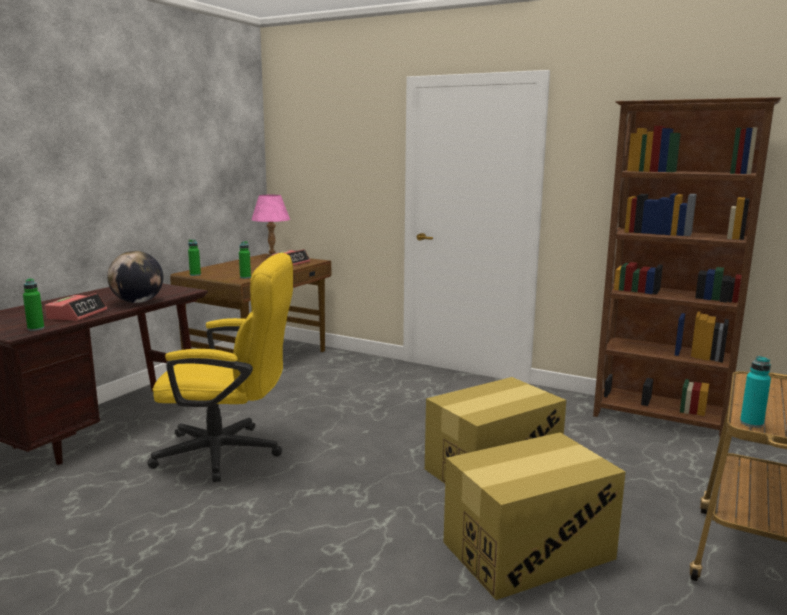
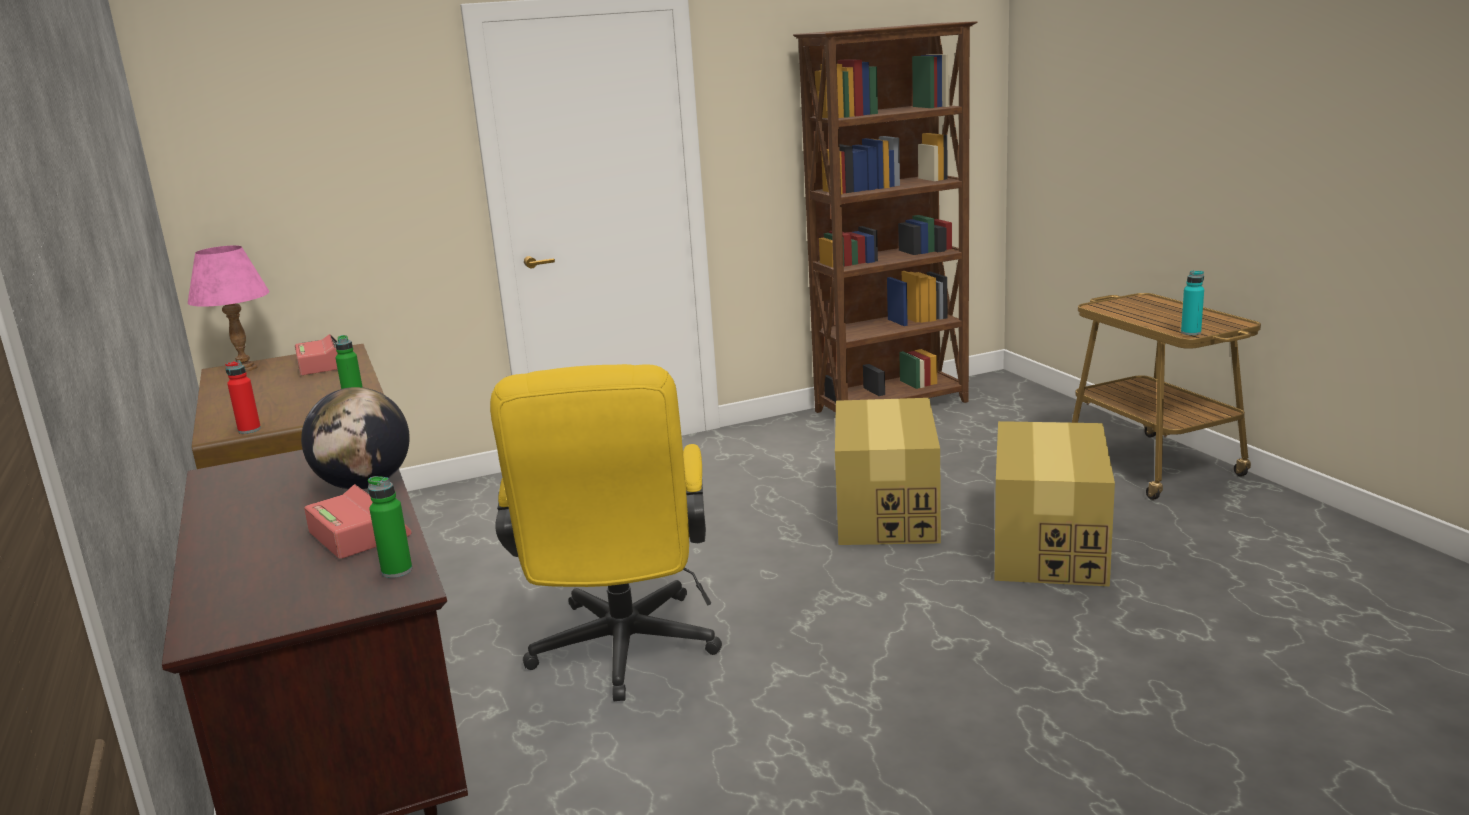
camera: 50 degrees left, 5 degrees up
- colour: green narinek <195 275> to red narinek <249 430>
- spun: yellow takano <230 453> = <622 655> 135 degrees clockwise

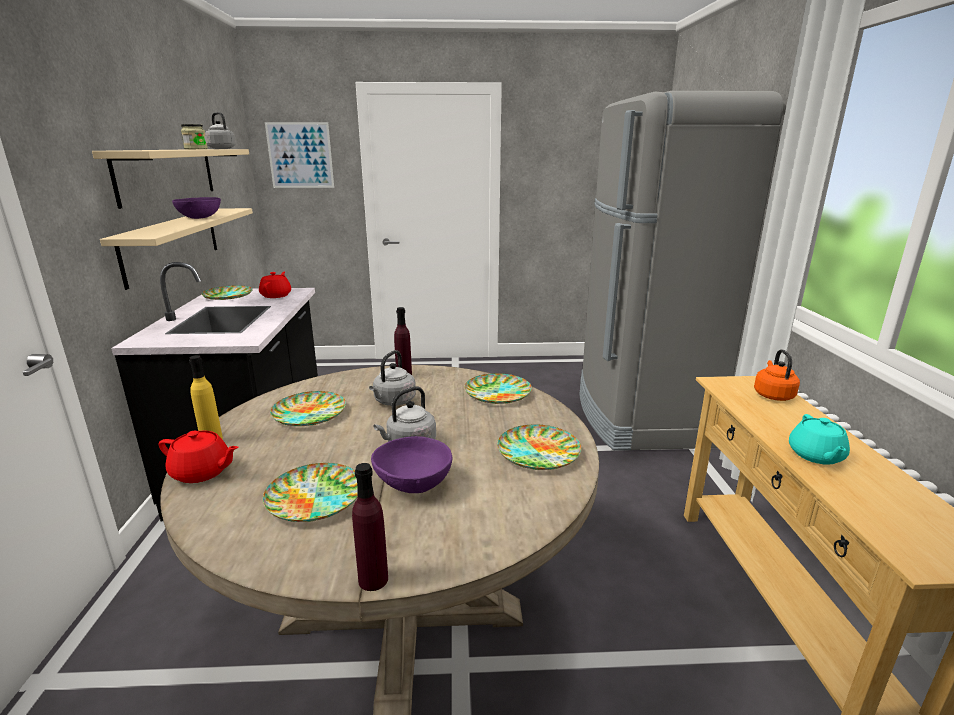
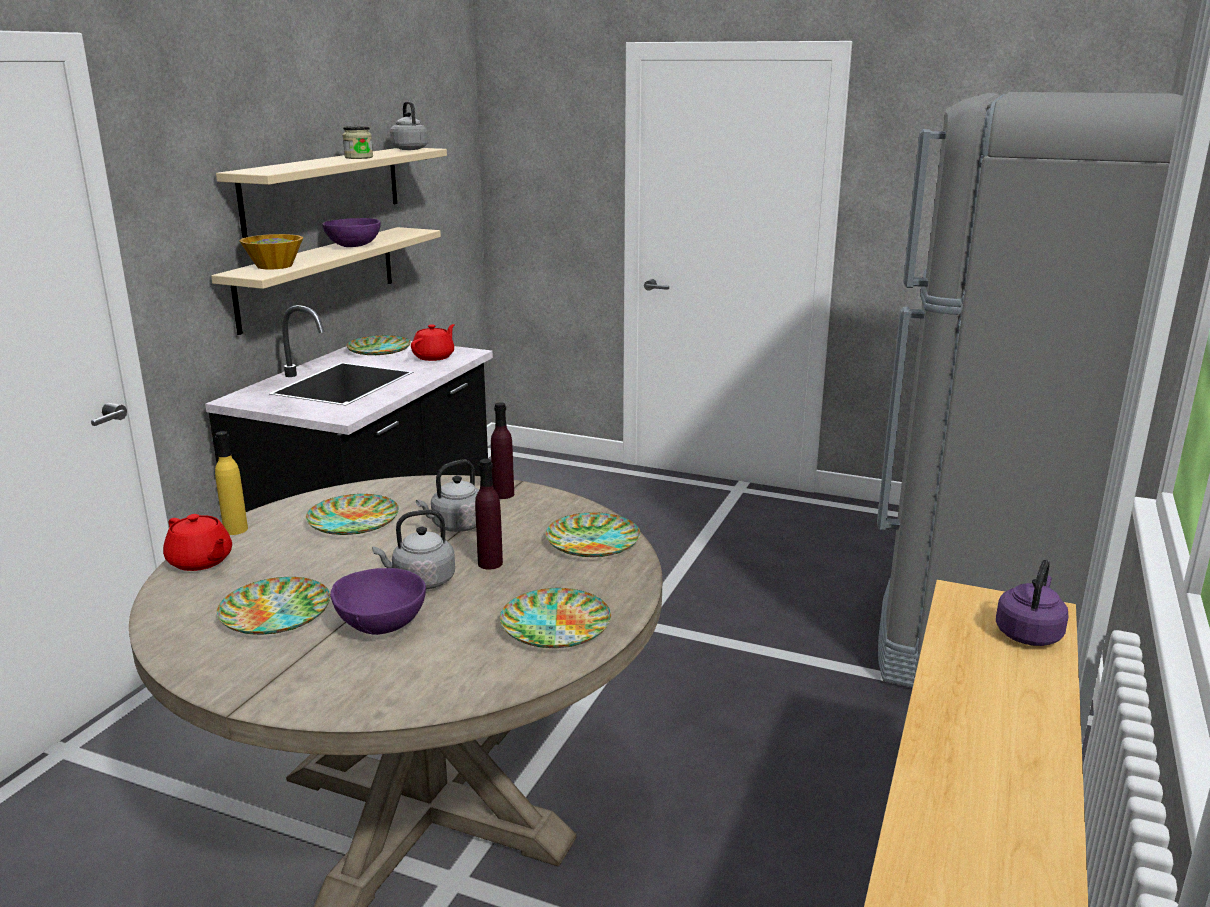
camera: 25 degrees right, 0 degrees up
- missing: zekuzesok <300 155>
- colour: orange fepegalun <772 395> to purple fepegalun <1029 633>
- missing: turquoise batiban <815 456>
- relocated: purple narinek <373 579> to <490 563>
- appeared: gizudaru <275 266>

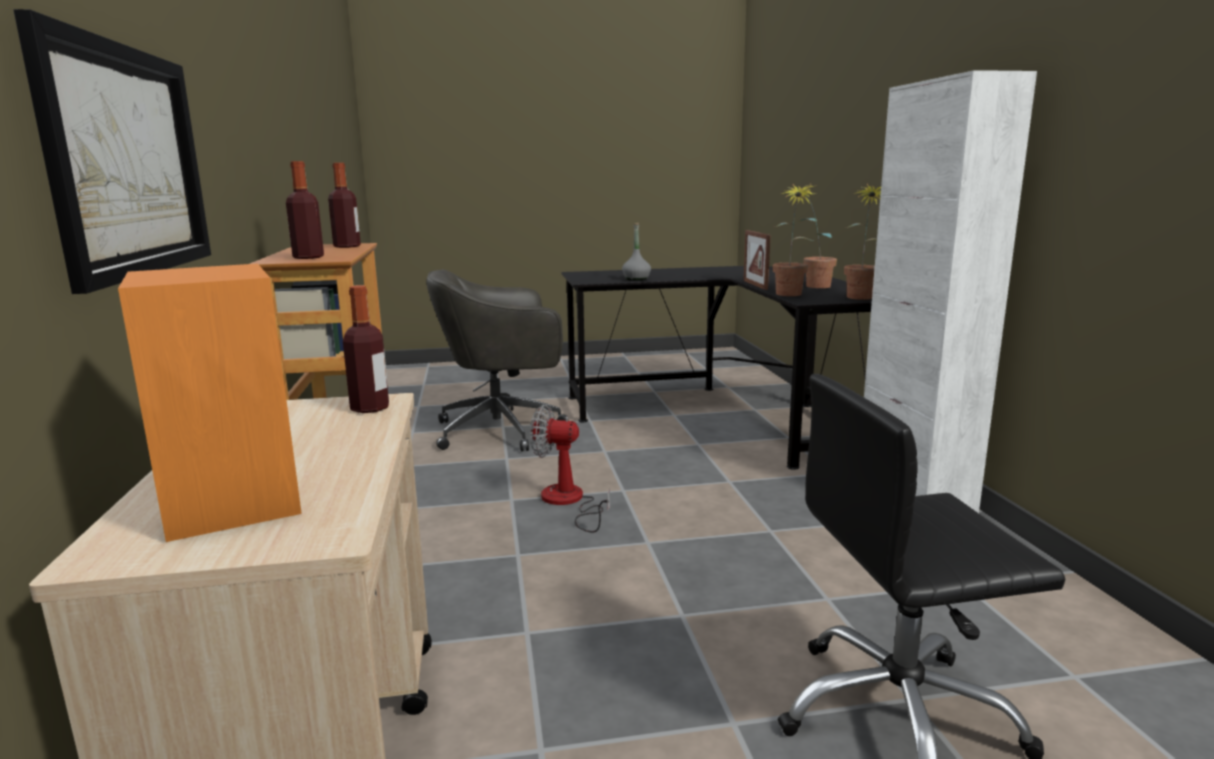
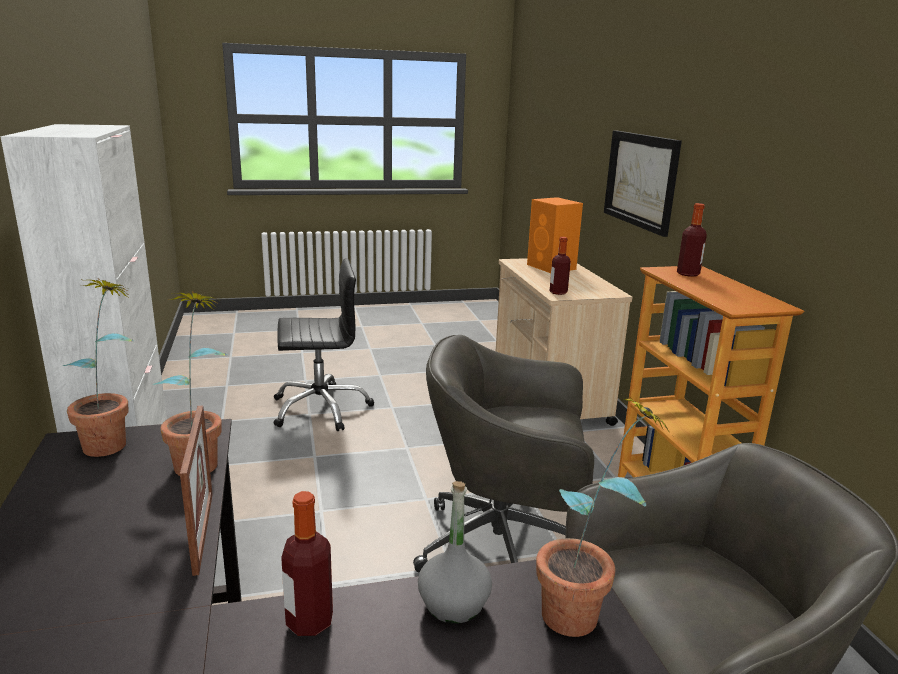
camera: 175 degrees right, 5 degrees up
- relocated: narinek <347 246> to <309 621>
- relocated: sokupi <811 286> to <585 611>
- exchanged: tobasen <568 502> to grey takano <504 546>

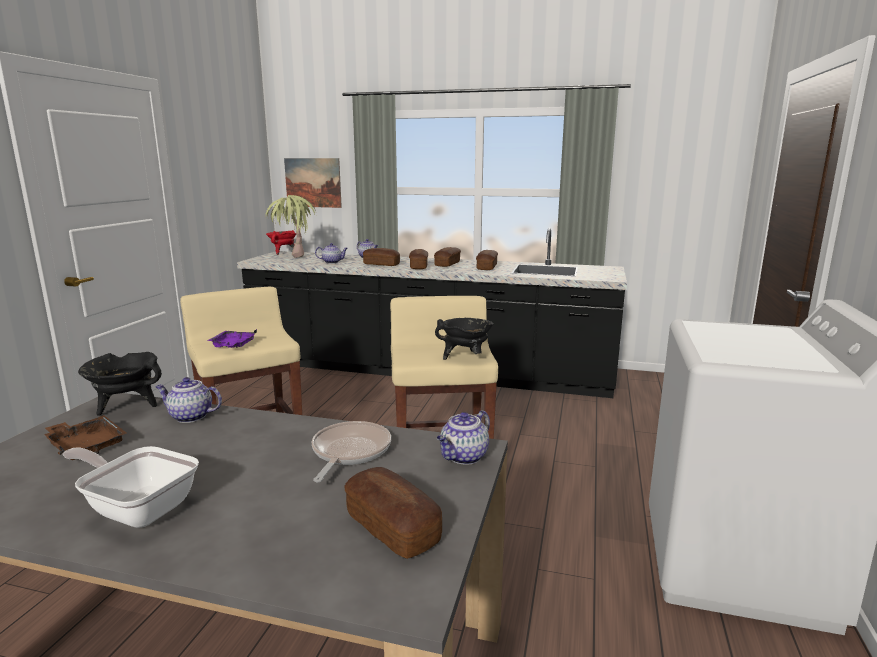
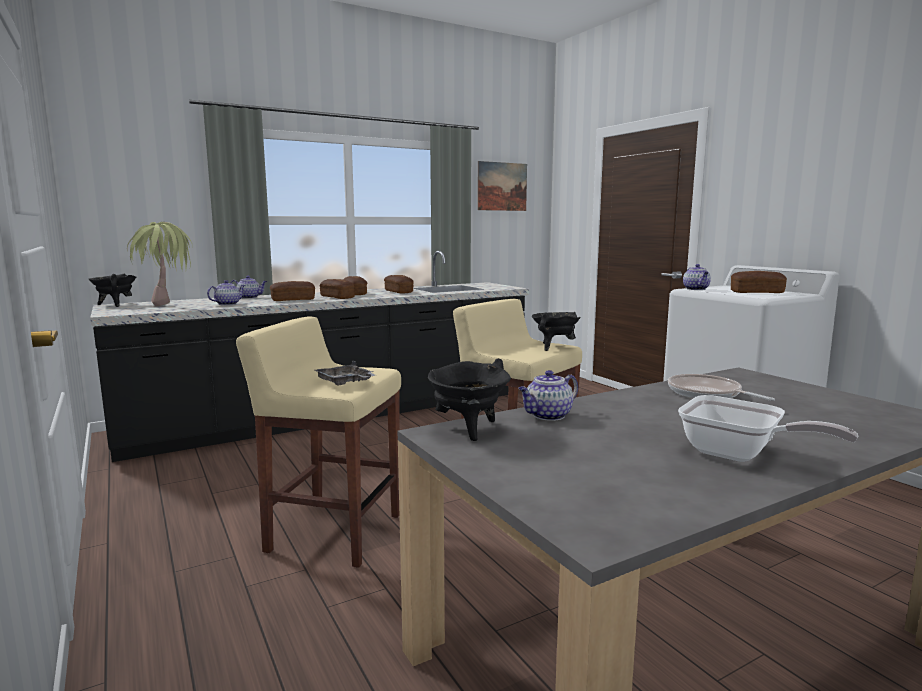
camera: 45 degrees left, 5 degrees down
- relocated: zekuzesok <313 182> to <502 186>
- colour: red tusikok <282 253> to black tusikok <115 305>
- colour: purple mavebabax <232 346> to grey mavebabax <345 382>
- relocated: batiban <464 457> to <696 289>
- missing: brown mavebabax <86 446>
- spun: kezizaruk <138 508> = <739 455> 120 degrees counterclockwise
- relocated: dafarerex <392 528> to <756 292>

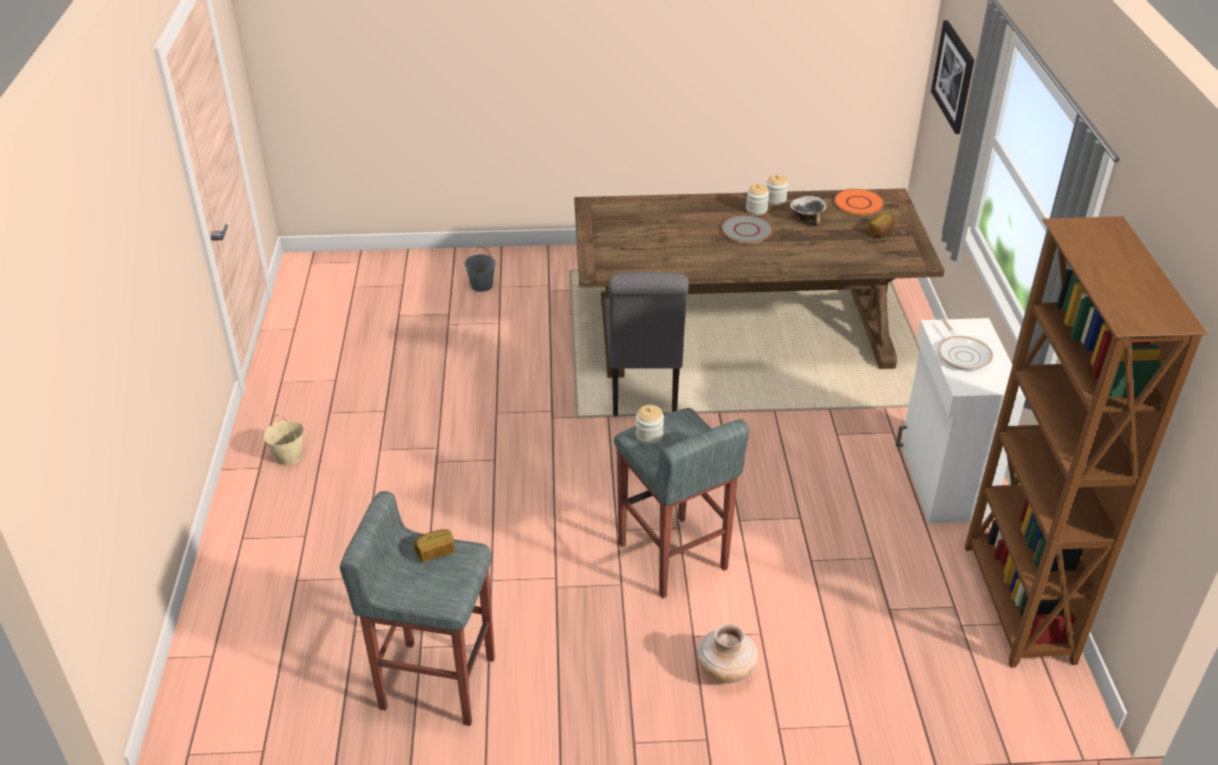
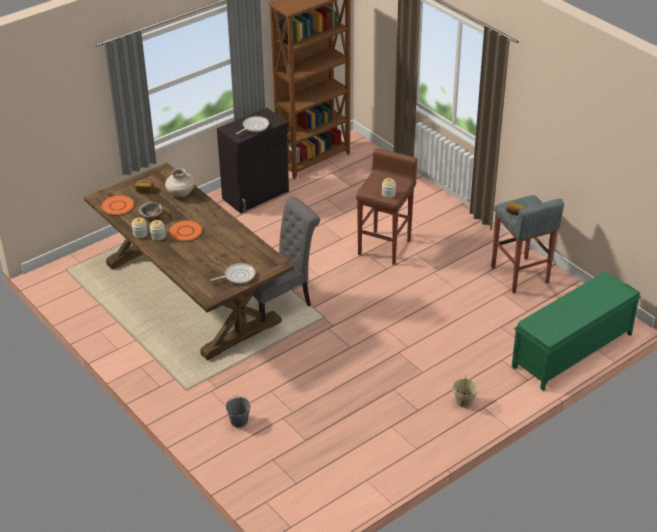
camera: 125 degrees left, 0 degrees up
- missing: zekuzesok <954 76>
- colour: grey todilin <746 230> to orange todilin <185 231>
- colour: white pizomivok <942 482> to black pizomivok <256 195>
- colour: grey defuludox <672 558> to brown defuludox <385 247>
- relocated: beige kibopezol <726 670> to <180 194>
- appeared: kezizaruk <238 276>
- appeared: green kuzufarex <571 351>

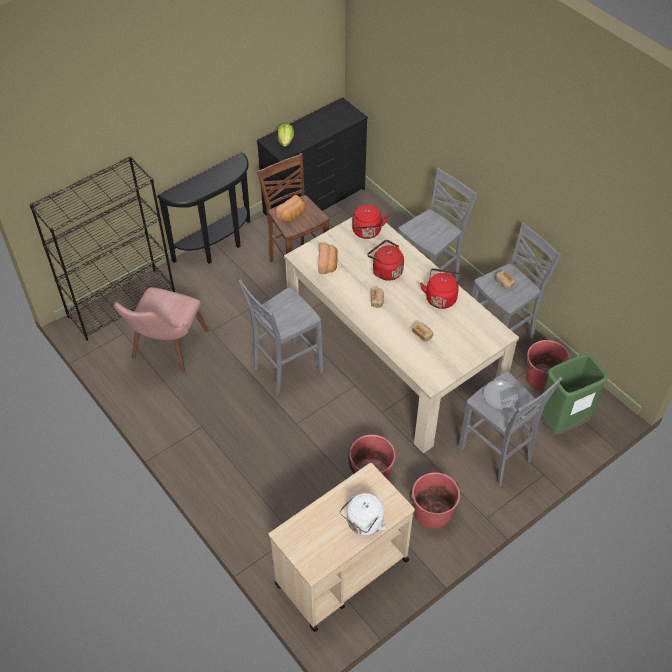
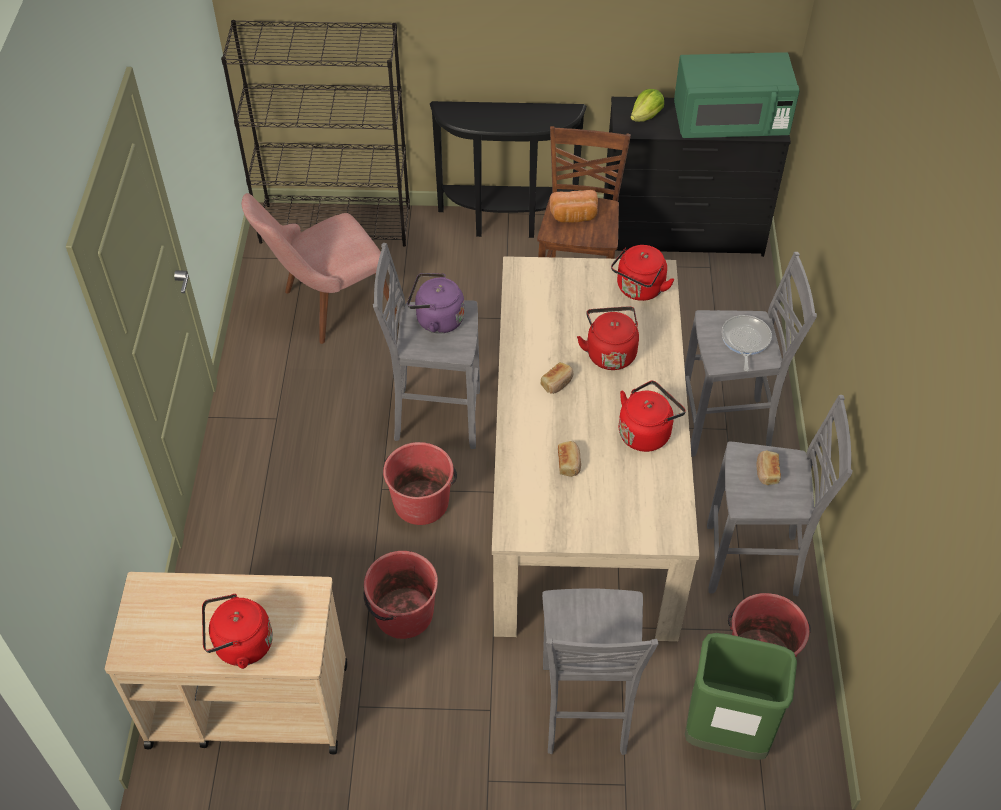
camera: 40 degrees right, 0 degrees up
- missing: dafarerex <328 264>
- relocated: kezizaruk <501 398> to <745 340>
- relocated: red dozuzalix <432 511> to <421 502>
- colour: white fepegalun <363 524> to red fepegalun <240 645>
- appeared: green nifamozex <730 122>
- appeared: purple fepegalun <436 319>

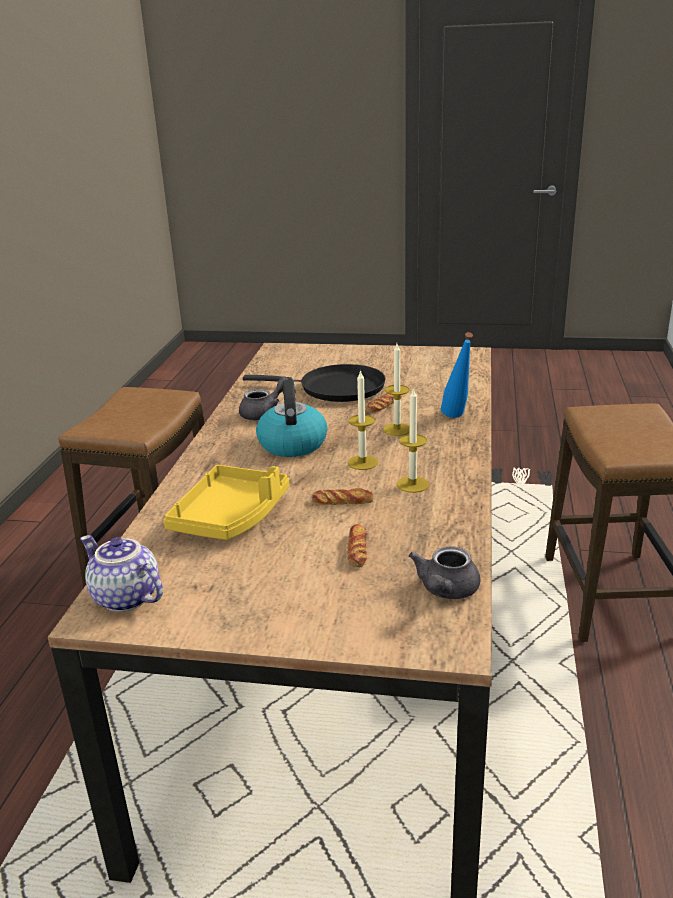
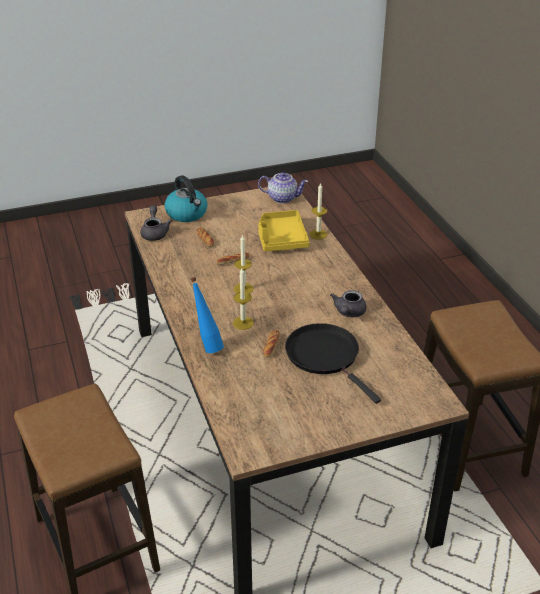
camera: 150 degrees right, 10 degrees up
- spun: black kezizaruk <336 388> = <325 356> 75 degrees clockwise
- relocated: fepegalun <292 443> to <187 214>
- relocated: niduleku <412 484> to <318 234>

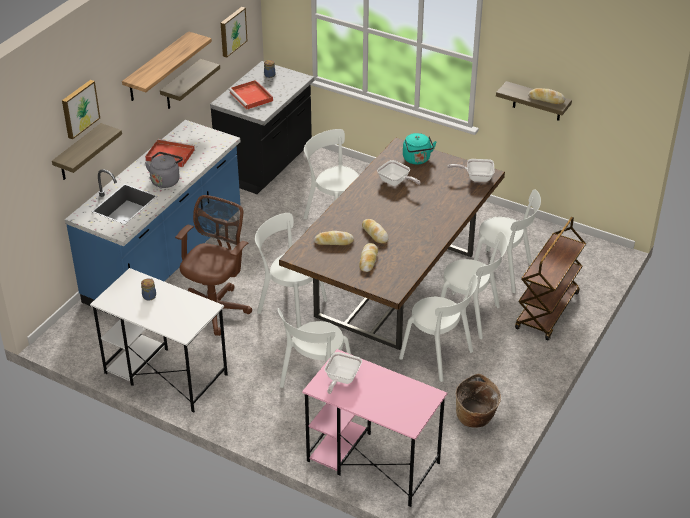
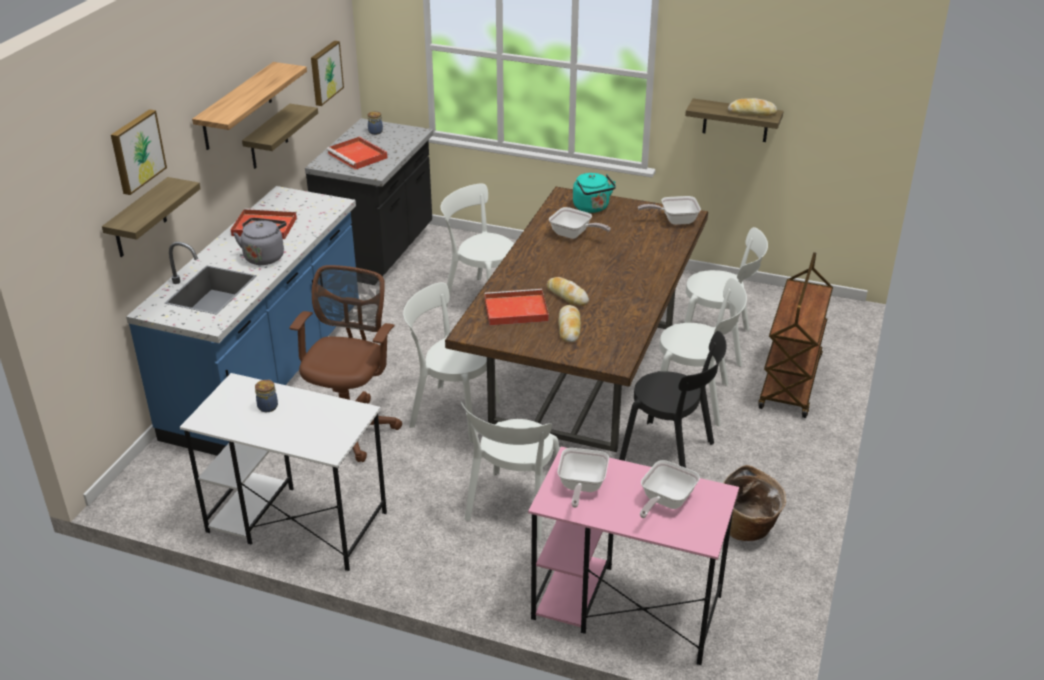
camera: 10 degrees left, 5 degrees down
- exchanged: dafarerex <333 241> to red mavebabax <514 310>
- colour: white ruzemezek <439 356> to black ruzemezek <671 454>
- appeared: kezizaruk <664 502>

